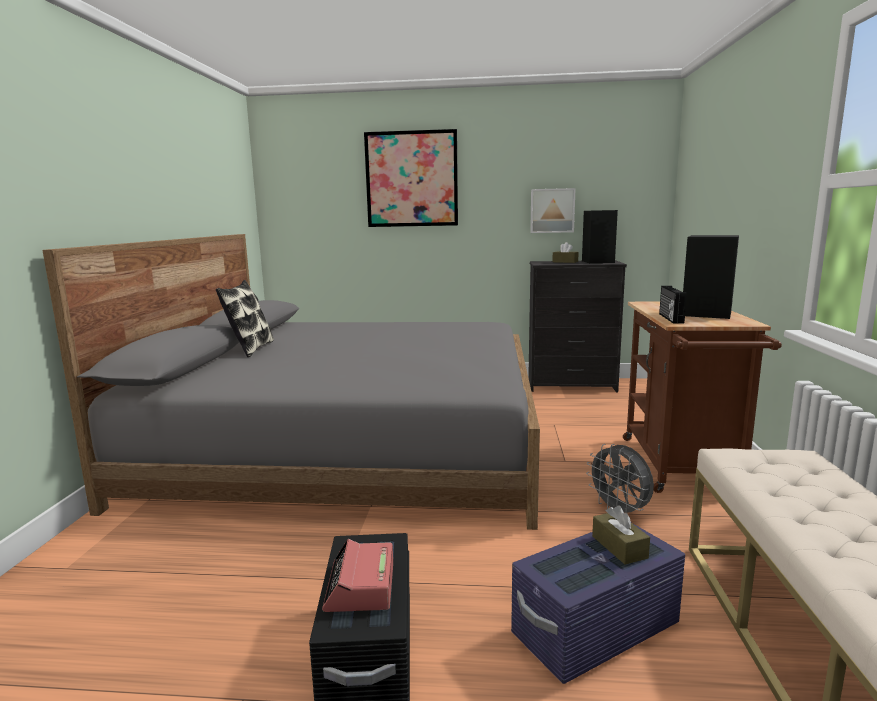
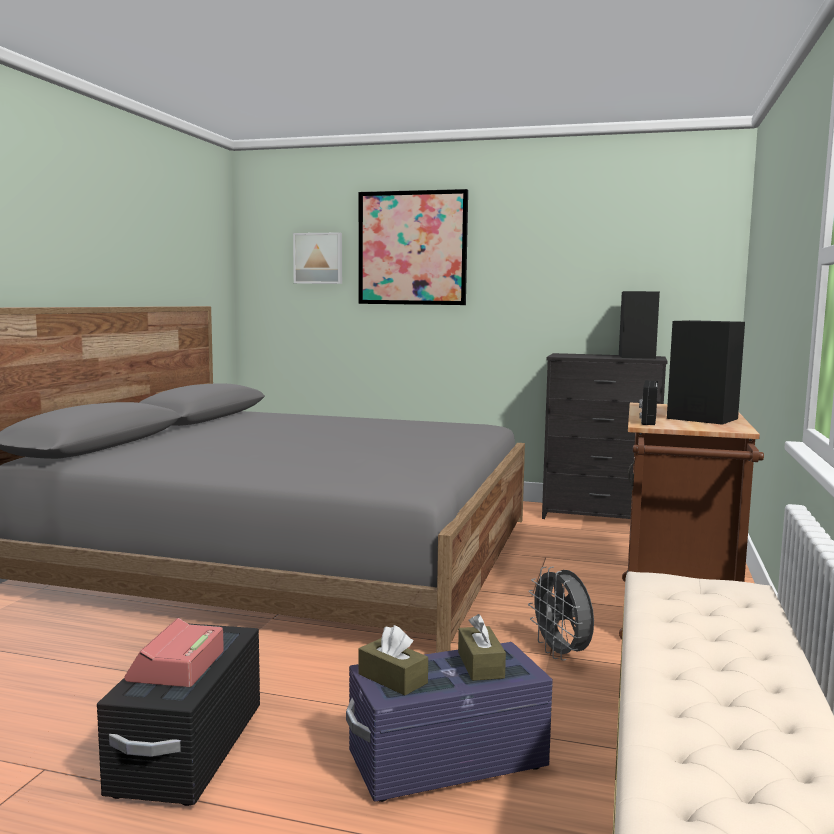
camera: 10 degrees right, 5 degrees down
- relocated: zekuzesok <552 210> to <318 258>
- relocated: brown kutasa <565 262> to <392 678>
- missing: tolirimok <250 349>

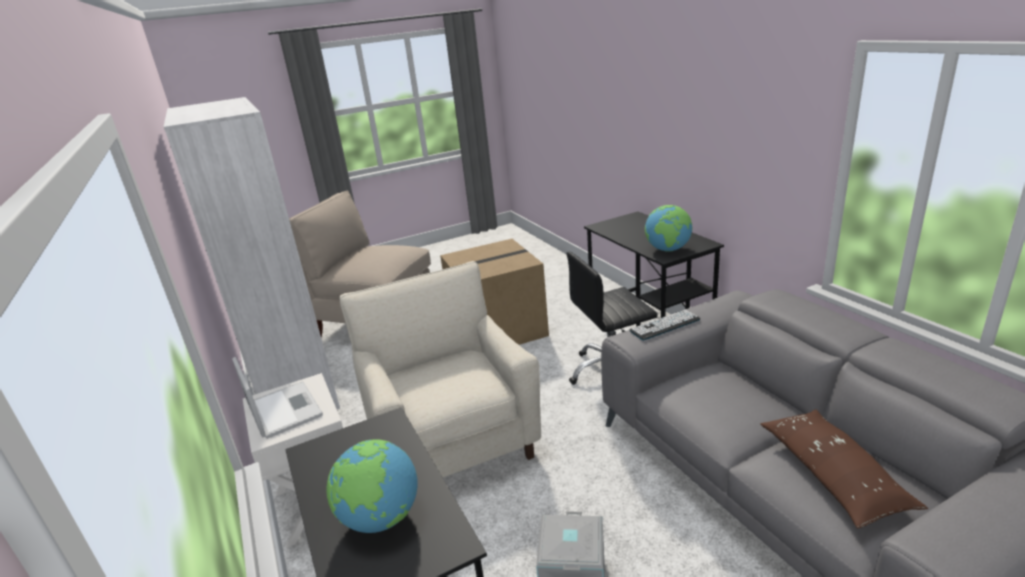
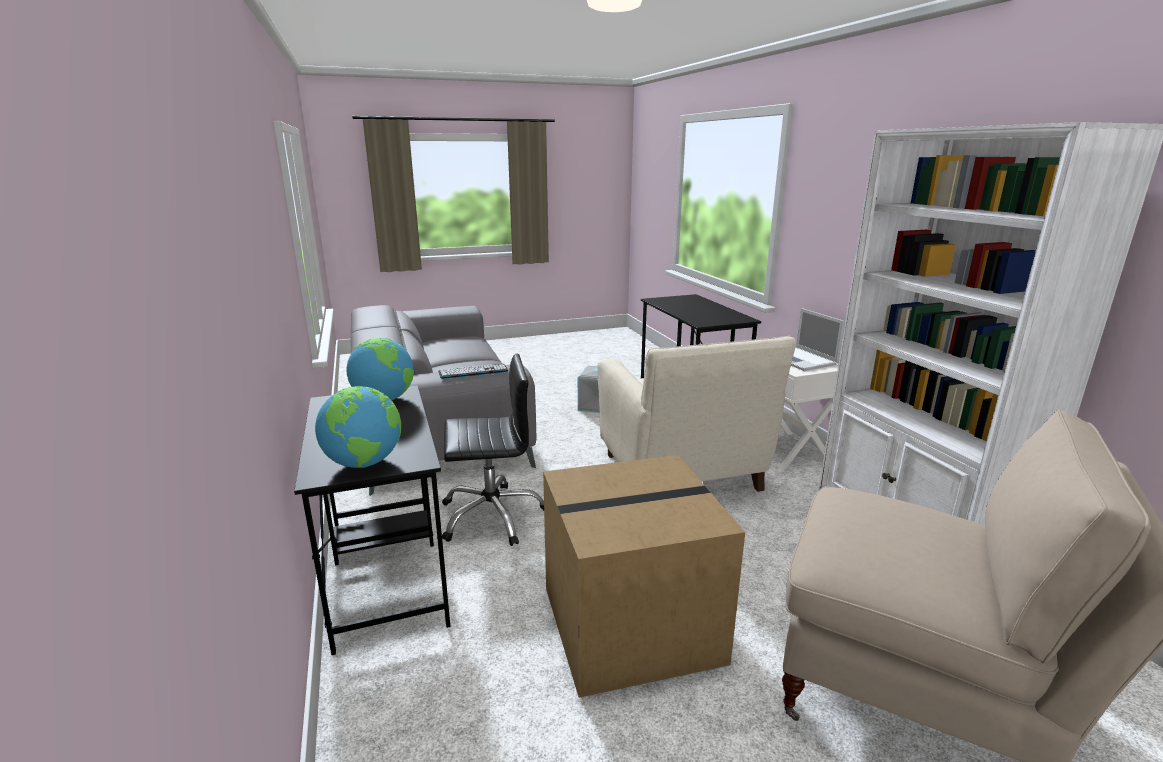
camera: 175 degrees left, 5 degrees down
- missing: brown tolirimok <832 475>
- relocated: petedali <380 518> to <364 463>

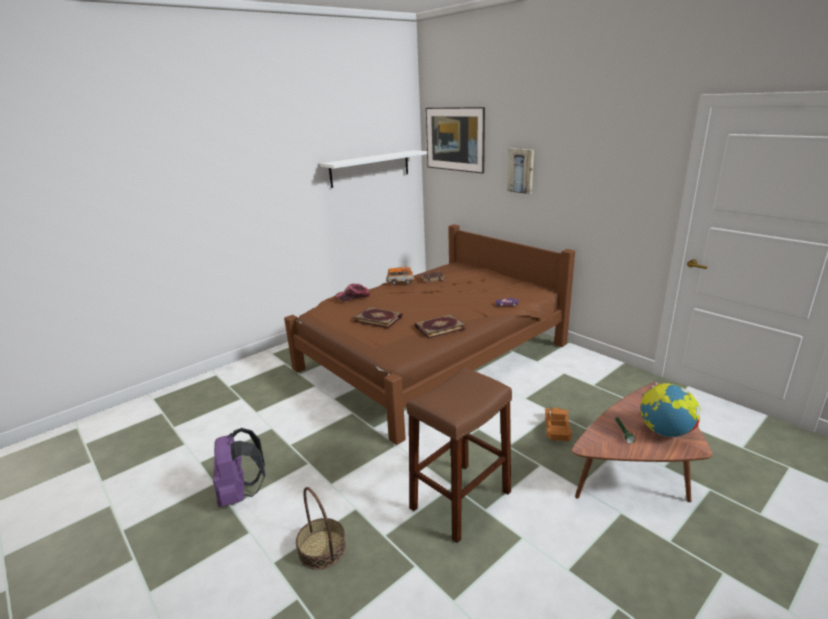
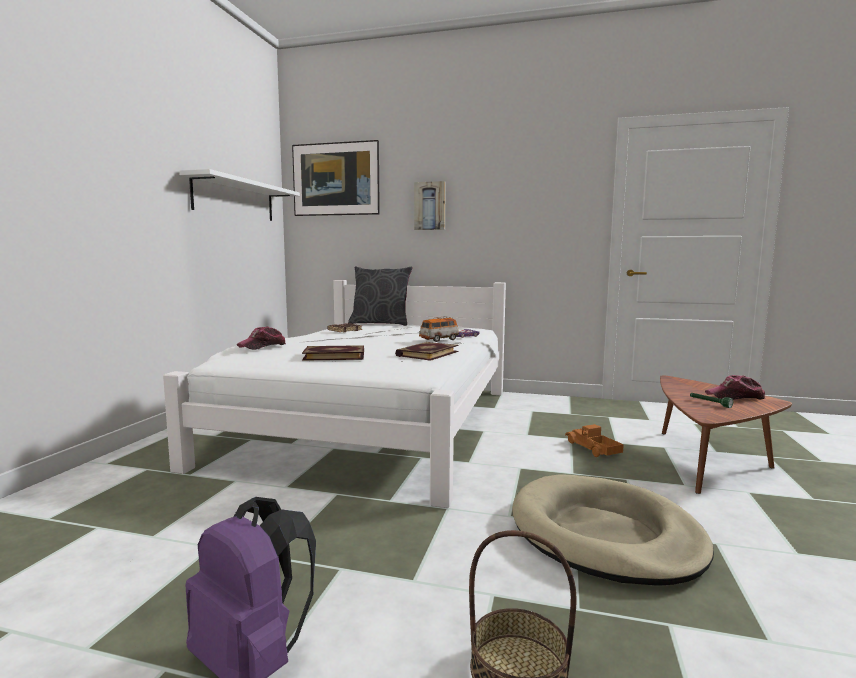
camera: 35 degrees left, 15 degrees down
- colour: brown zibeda <430 356> to white zibeda <372 424>
- relocated: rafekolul <400 282> to <439 340>
- exchanged: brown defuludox <460 500> to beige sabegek <604 534>
- exchanged: petedali <665 432> to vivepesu <735 397>
- appeared: grey tolirimok <380 323>

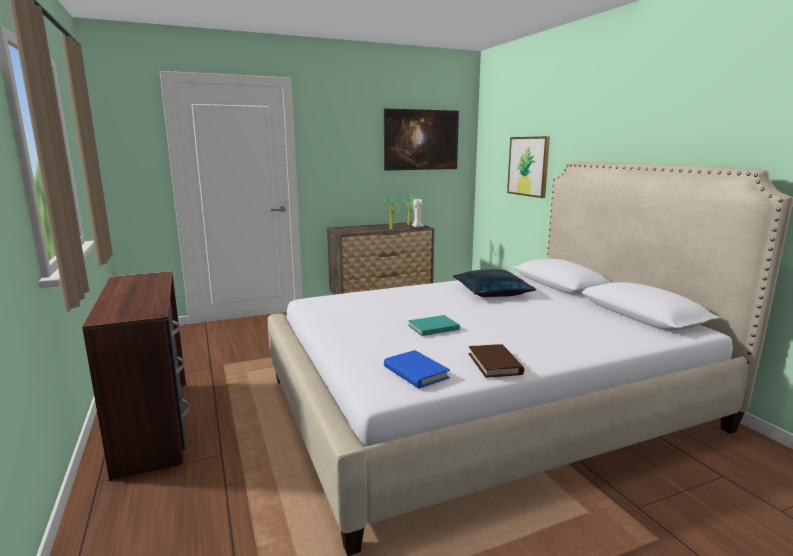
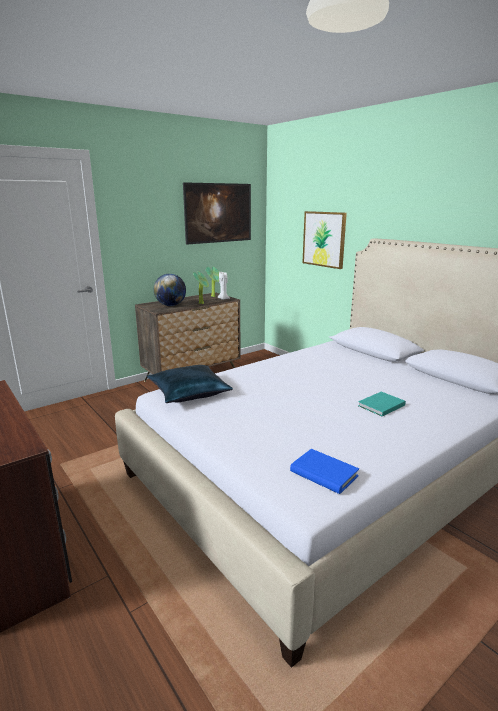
camera: 15 degrees left, 5 degrees up
- relocated: blue tolirimok <492 292> to <189 392>
- relocated: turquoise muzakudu <432 327> to <380 405>
- missing: brown muzakudu <494 364>
- appeared: petedali <171 305>

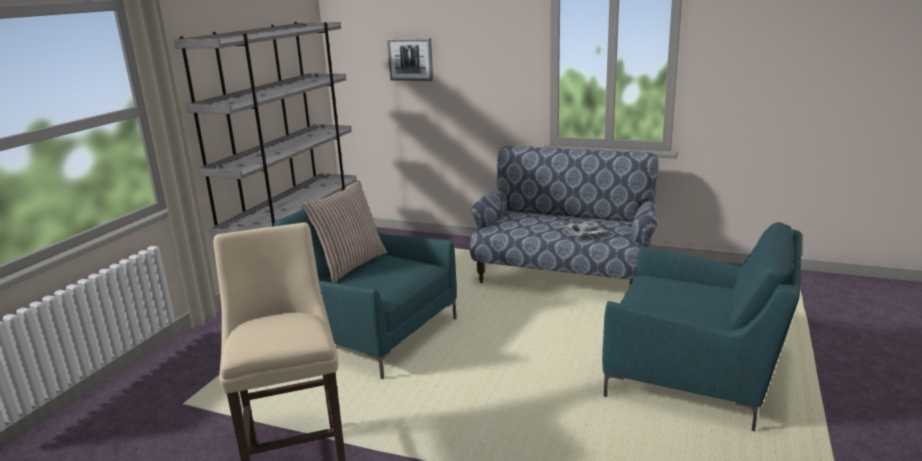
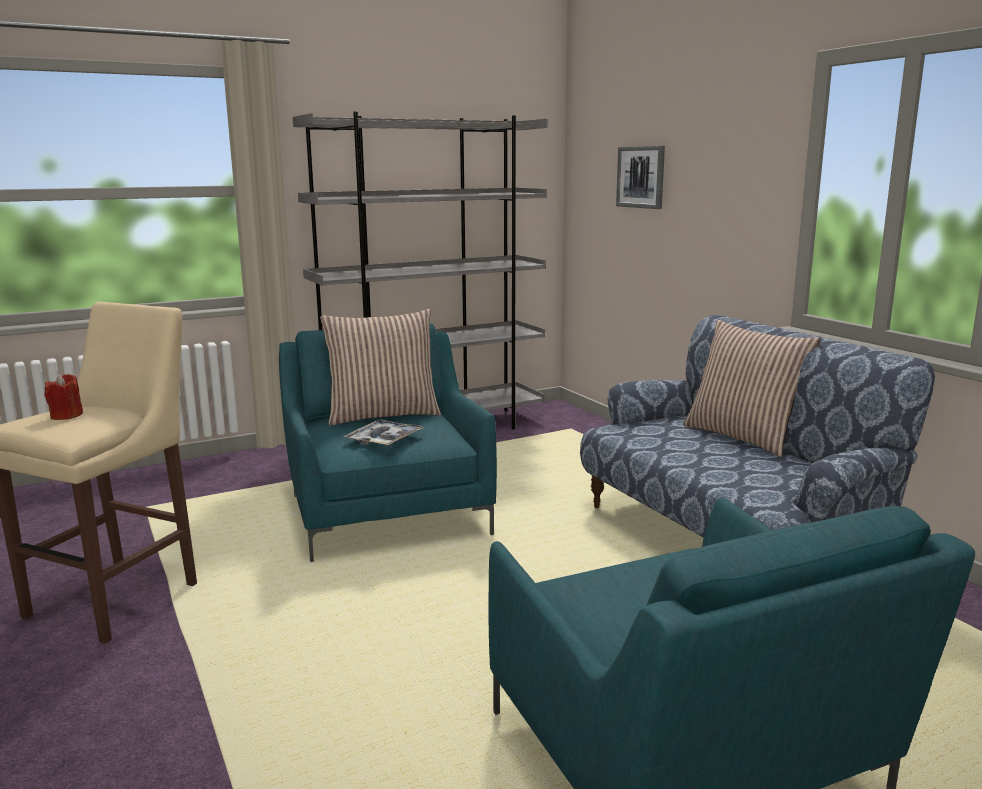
camera: 40 degrees right, 5 degrees down
- relocated: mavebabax <583 232> to <384 440>
- appeared: tolirimok <743 436>
- appeared: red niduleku <66 416>

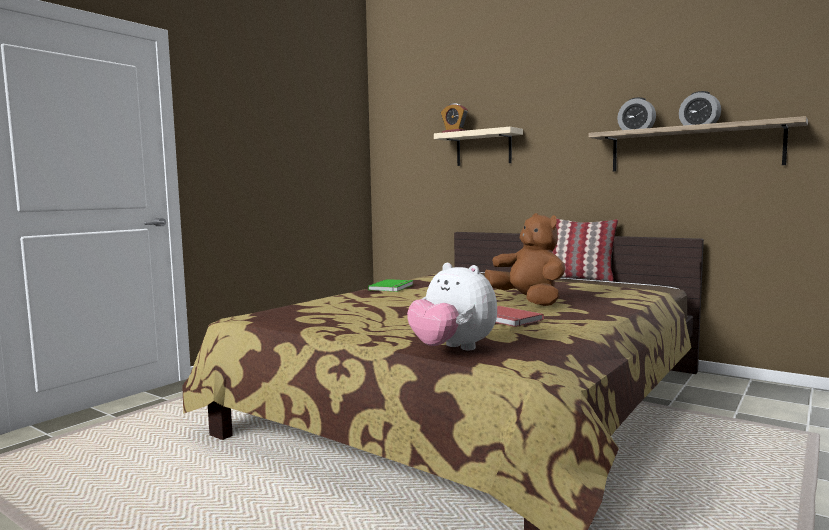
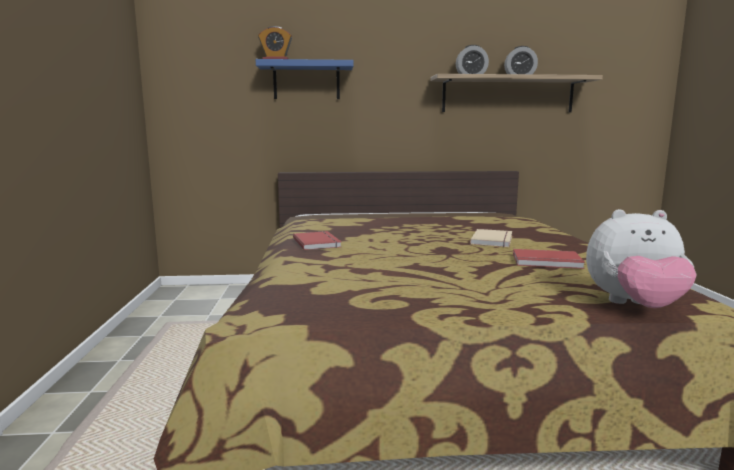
camera: 40 degrees left, 5 degrees up
- colour: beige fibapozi <483 148> to blue fibapozi <306 81>
- exchanged: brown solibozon <528 301> to beige muzakudu <493 240>
- missing: tolirimok <580 278>
- colour: green muzakudu <392 287> to red muzakudu <318 242>

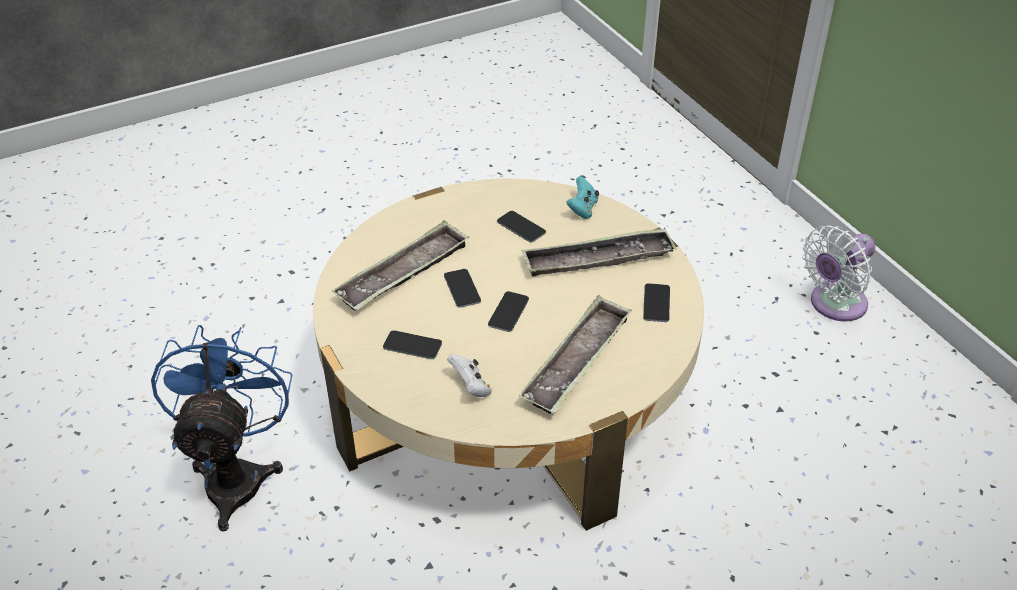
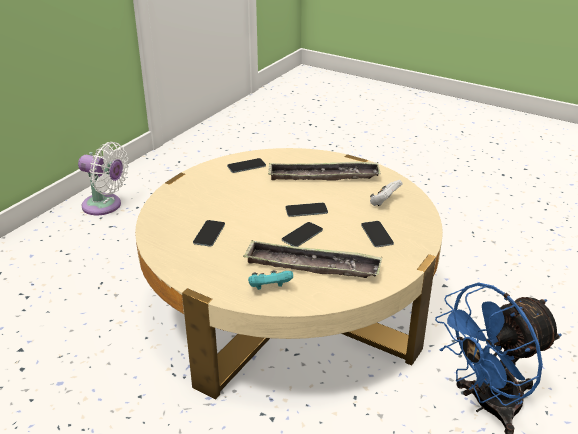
camera: 120 degrees left, 10 degrees down
- relocated: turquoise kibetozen <582 209> to <269 288>
- missing: mavebabax <597 259>

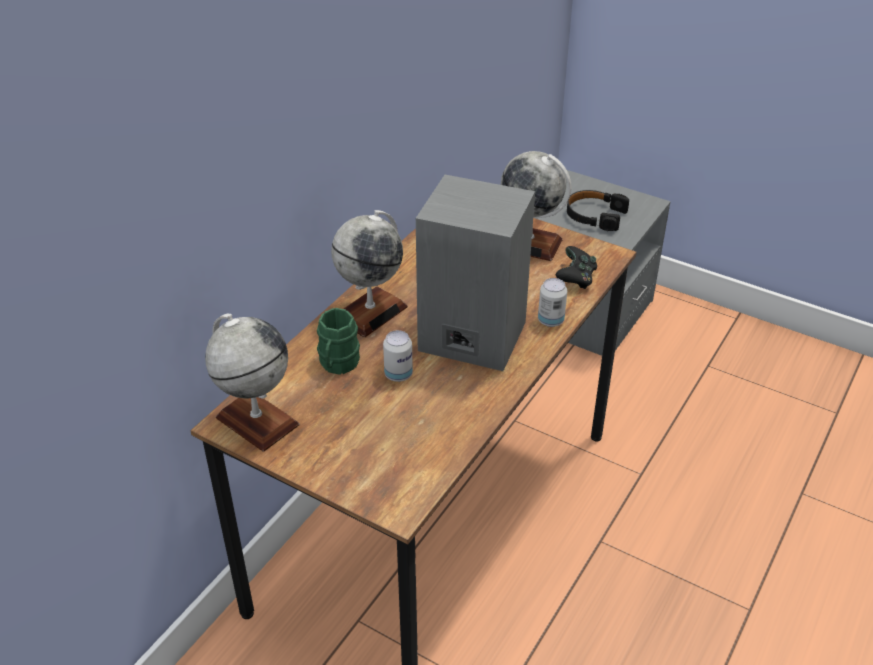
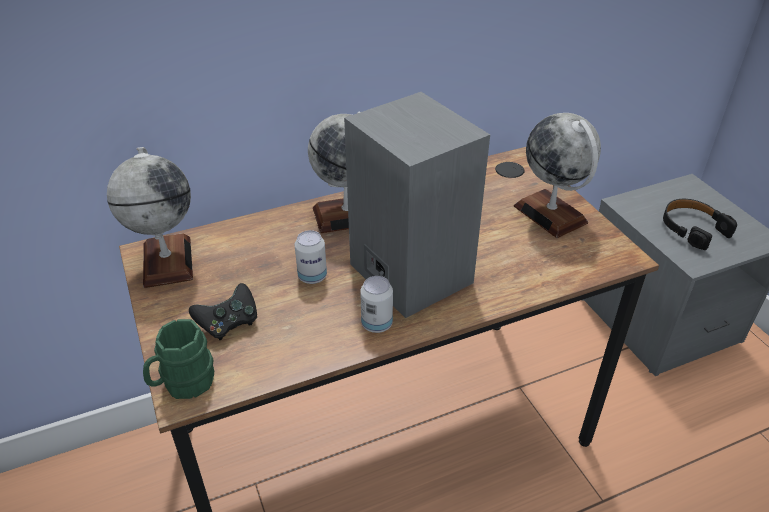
camera: 35 degrees right, 0 degrees up
- relocated: black kibetozen <576 278> to <228 324>
- relocated: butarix <550 321> to <377 324>
- relocated: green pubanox <337 364> to <183 383>

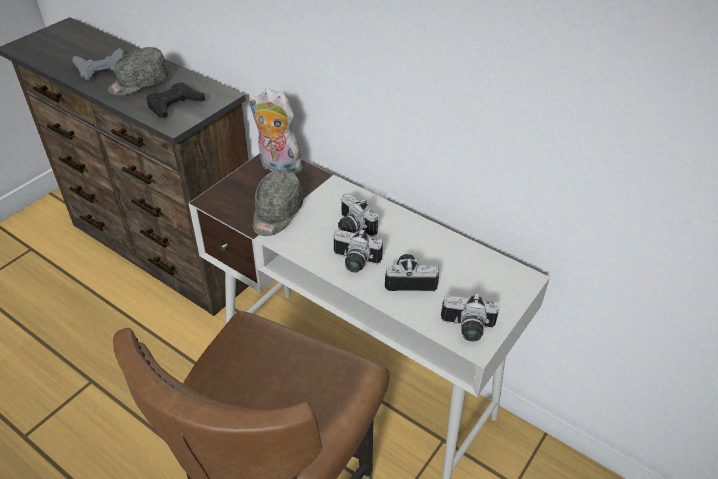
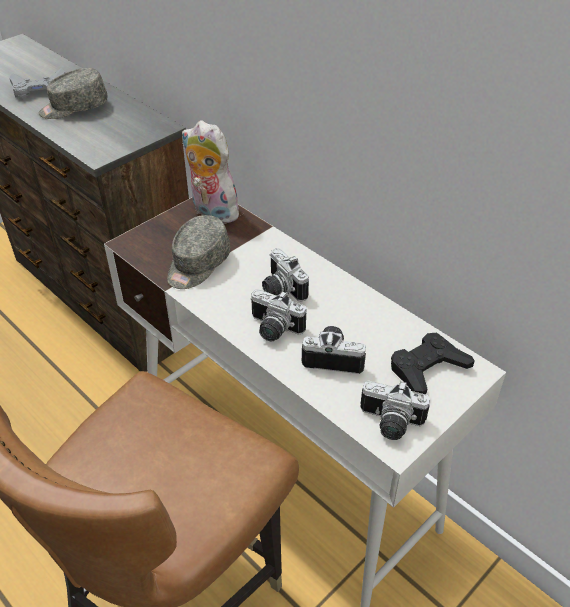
camera: 10 degrees right, 0 degrees up
- relocated: black kibetozen <174 105> to <427 368>

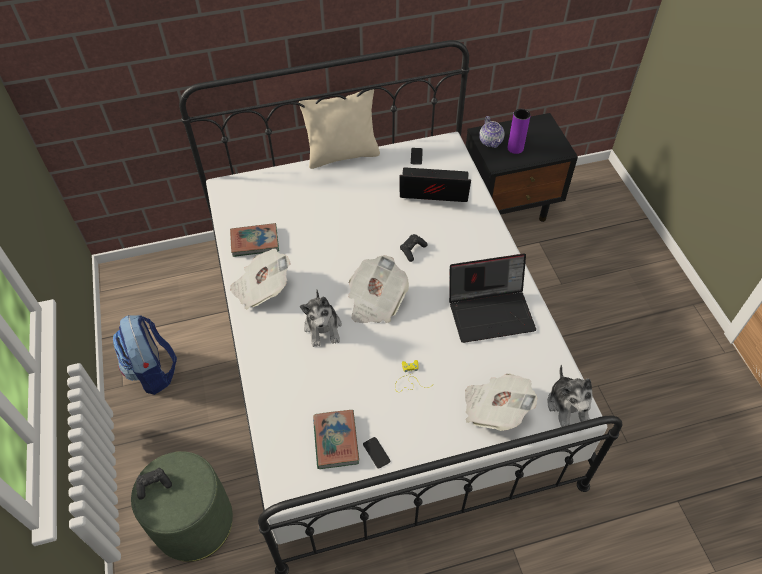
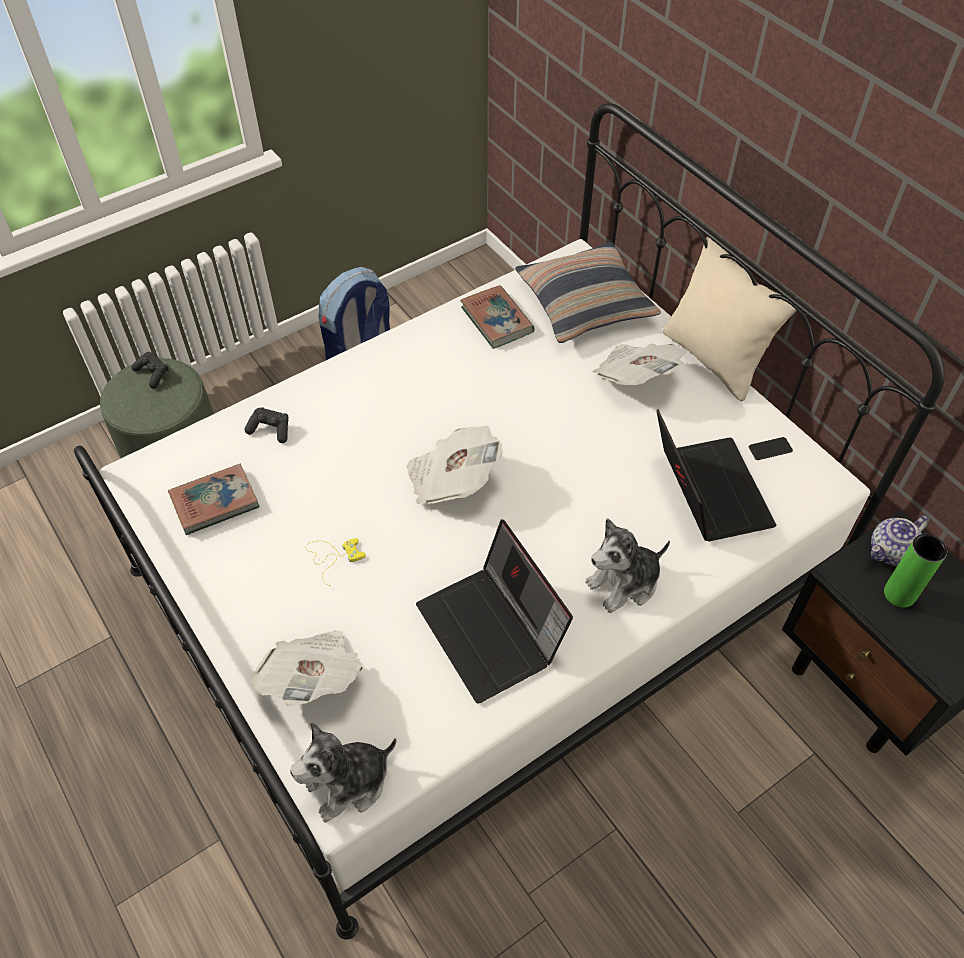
camera: 70 degrees right, 0 degrees up
- colour: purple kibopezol <515 148> to green kibopezol <899 594>
- relocated: black kibetozen <412 250> to <270 430>
- relocated: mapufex <261 289> to <635 377>
- relocated: solibozon <323 327> to <624 583>
- missing: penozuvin <376 453>
- appeared: tolirimok <585 303>

